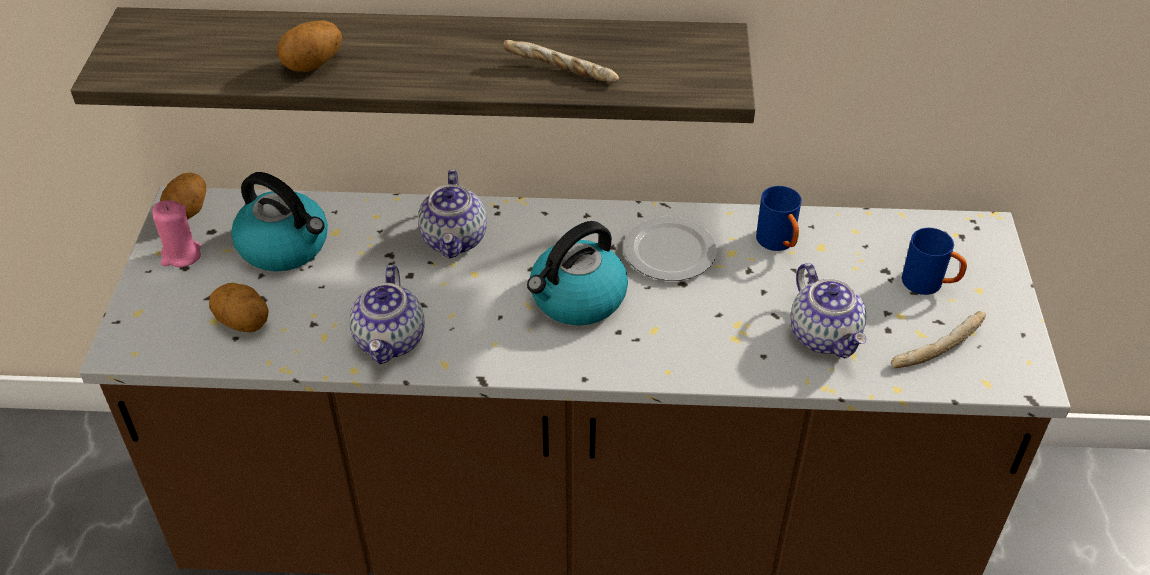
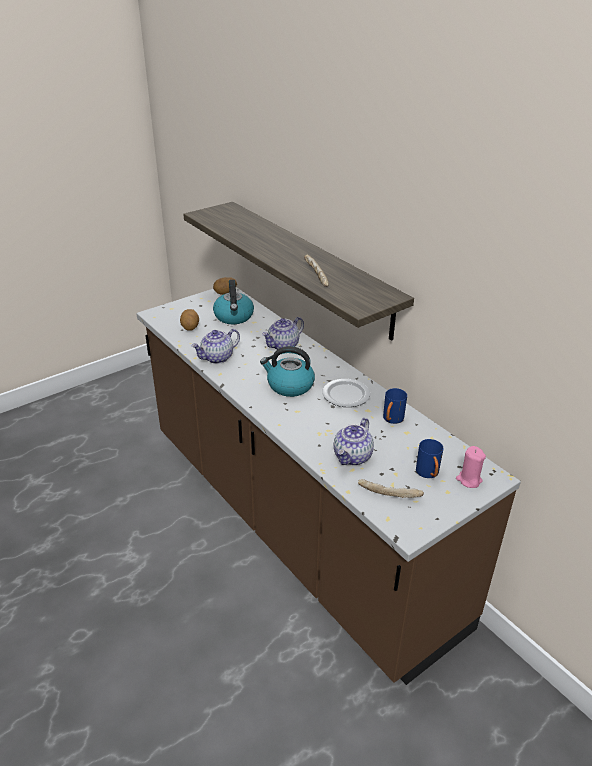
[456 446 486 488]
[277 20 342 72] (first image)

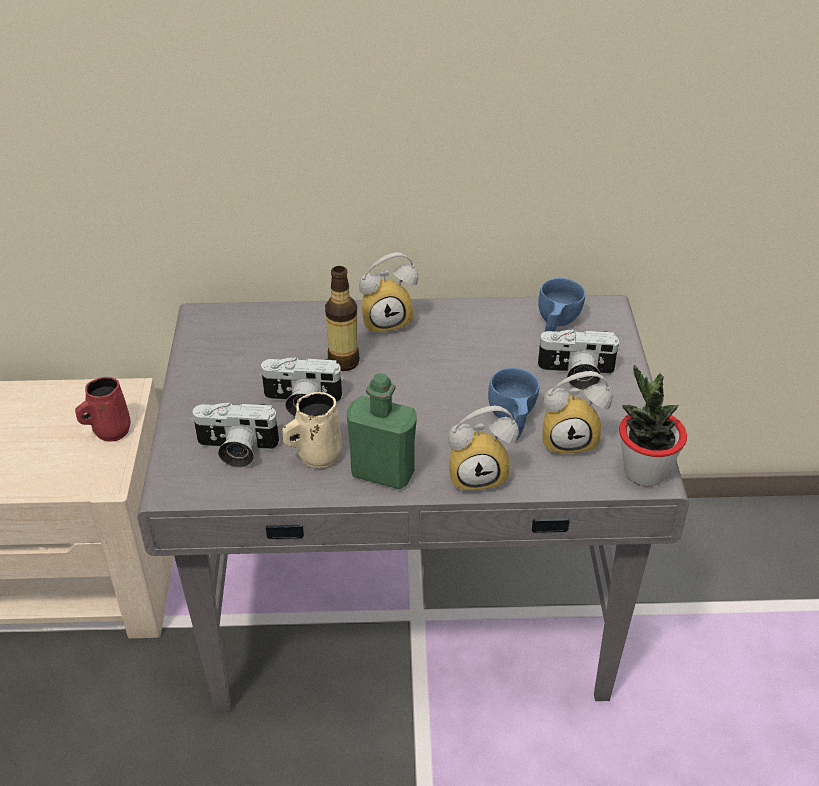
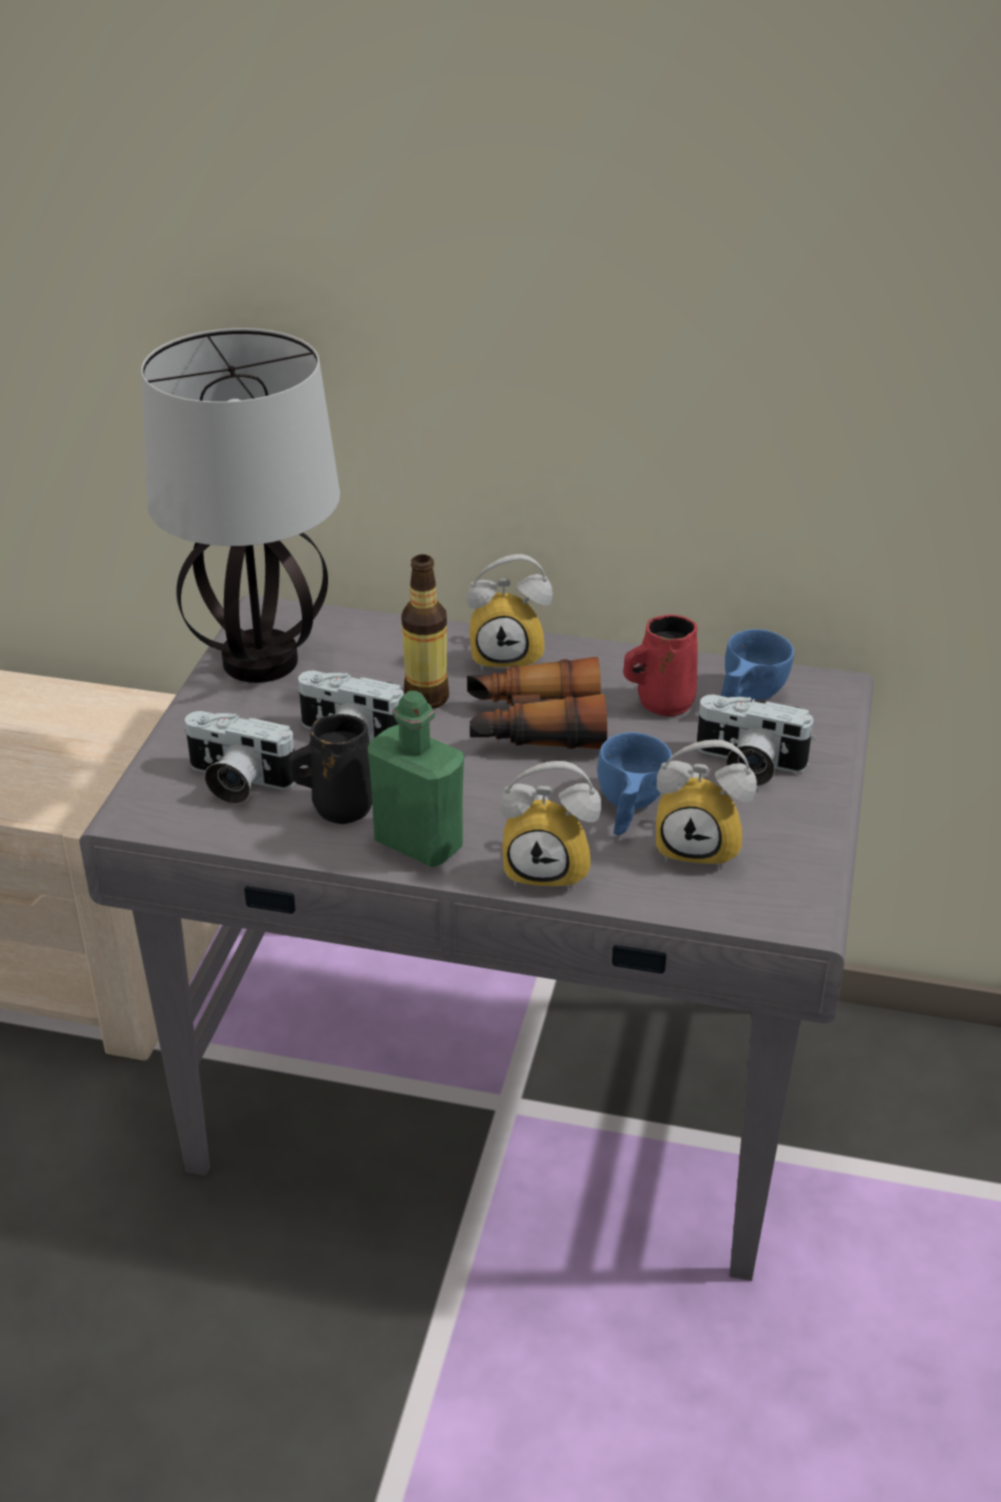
[623 615 698 717]
[289 714 372 824]
[619 365 687 487] (first image)
[141 328 340 683]
[467 657 607 749]

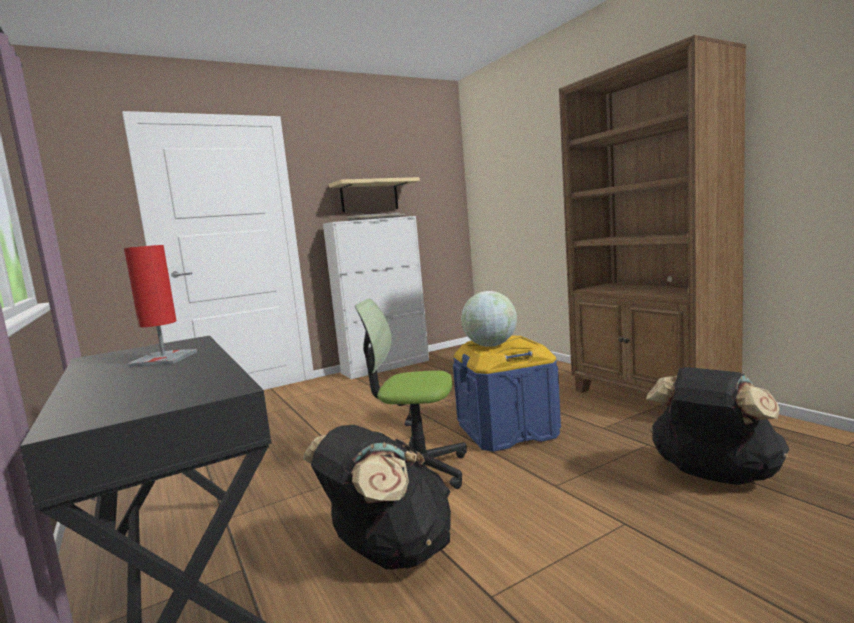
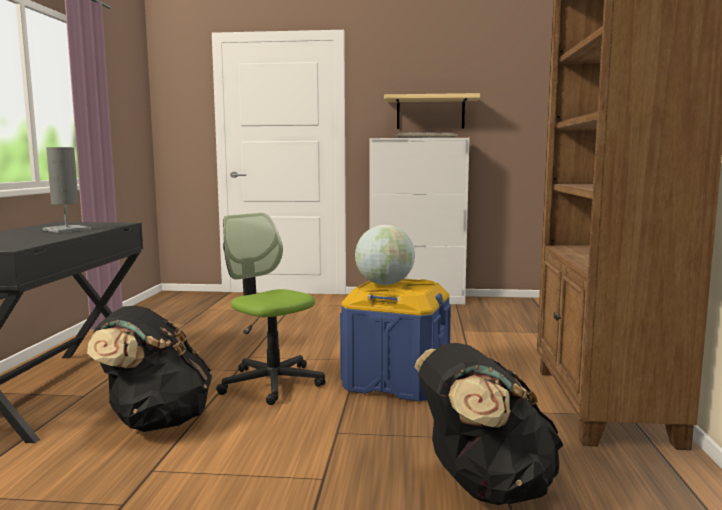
[43 147 91 233]

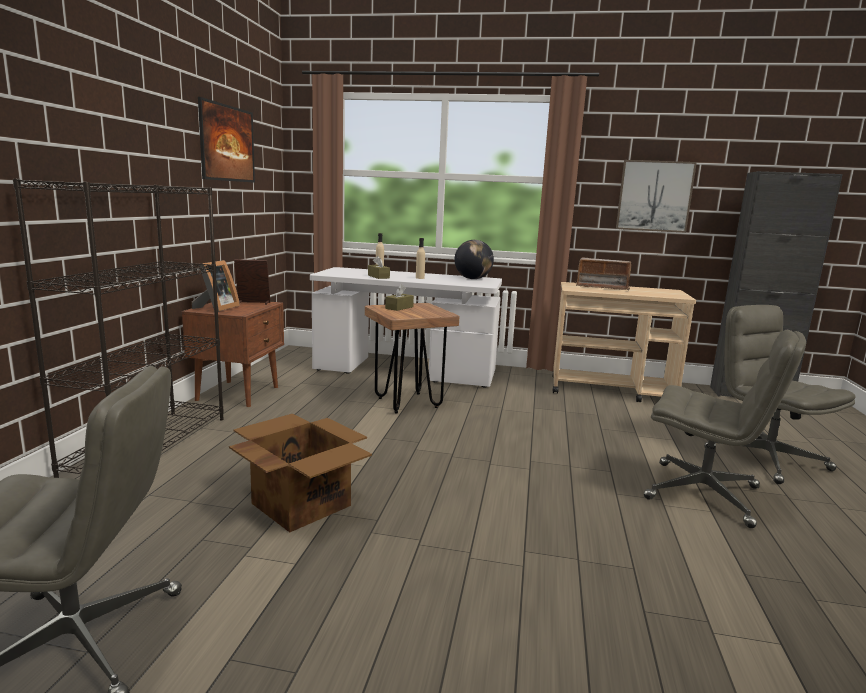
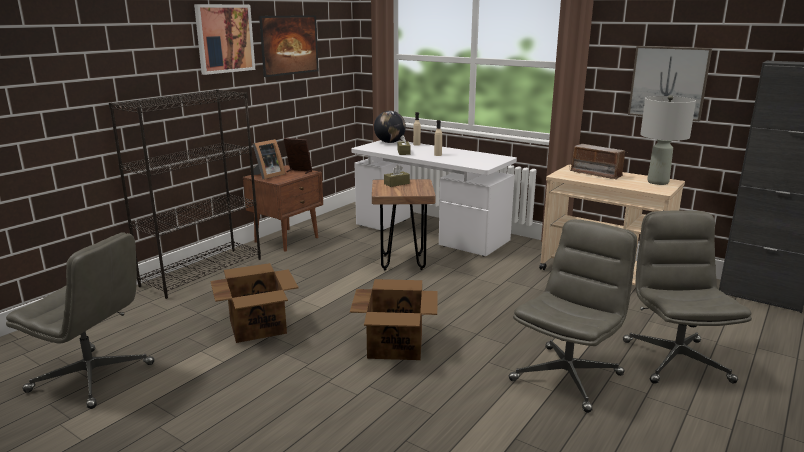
[374 111 406 143]
[509 219 637 413]
[194 4 255 75]
[350 279 437 360]
[640 95 696 185]

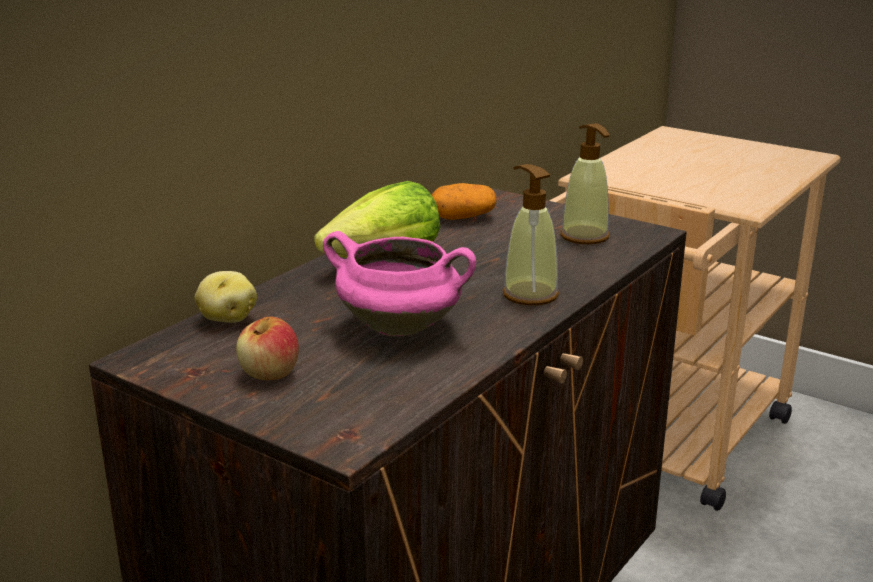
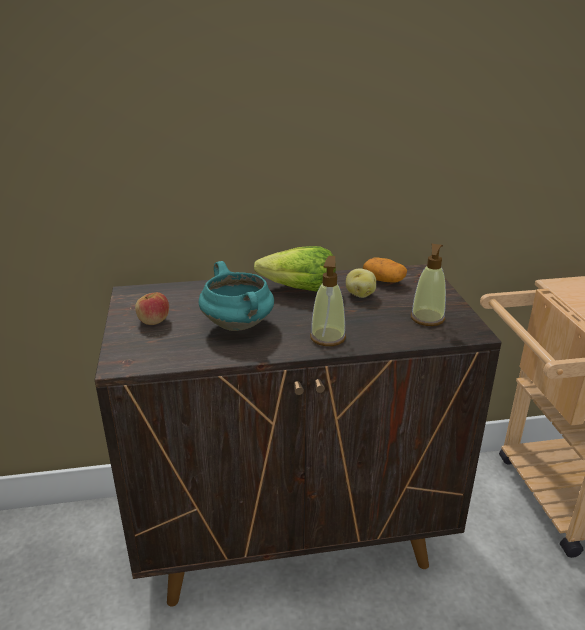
[346 269 376 298]
[199 261 274 331]

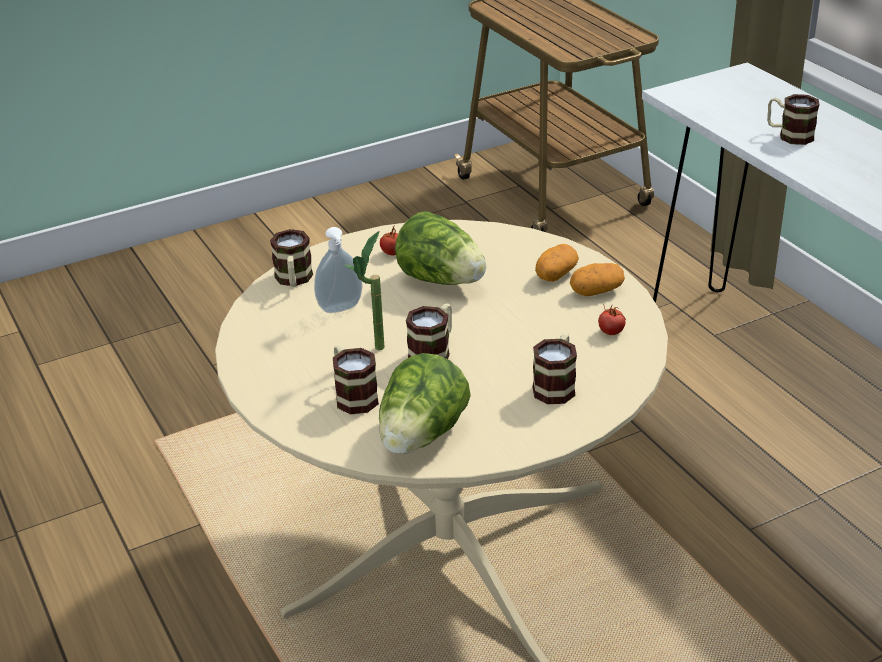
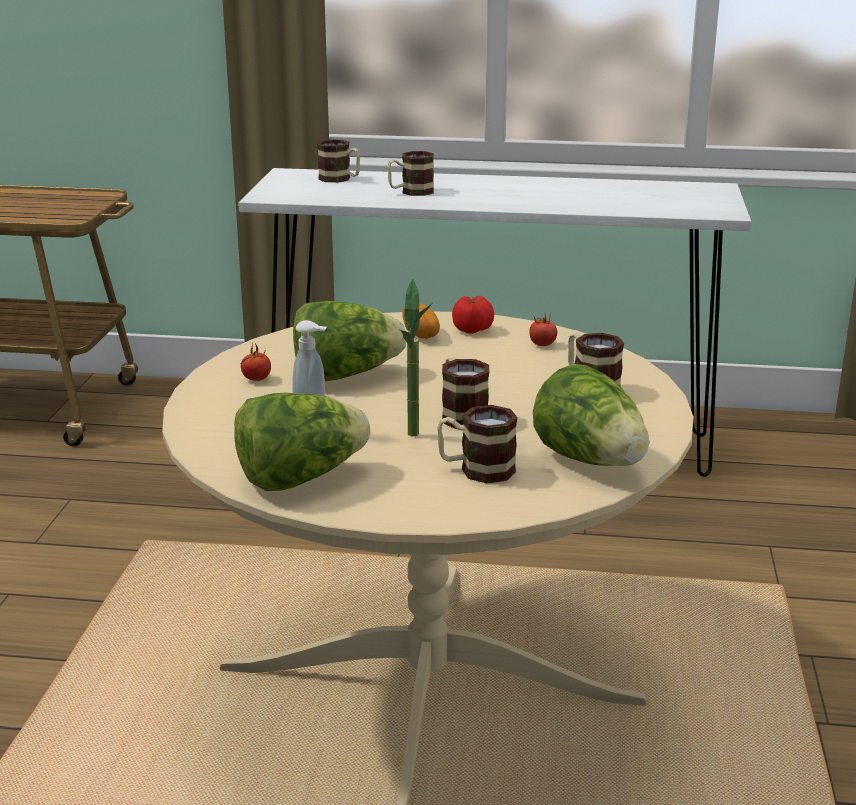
[317 139 360 183]
[452 296 494 334]
[234 393 370 491]

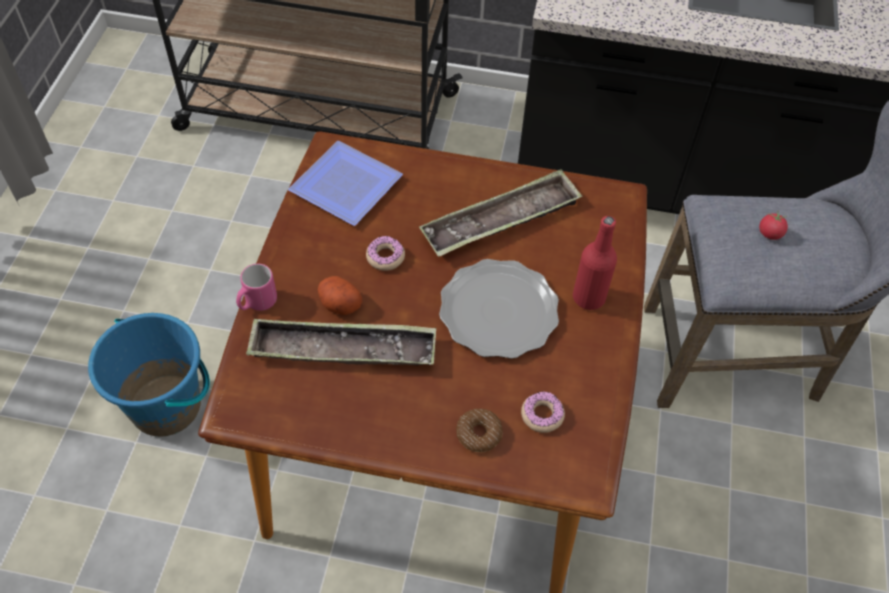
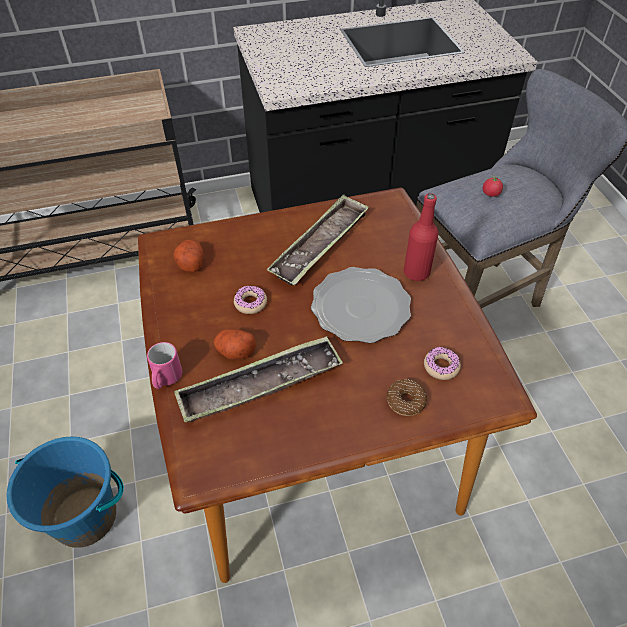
[174 240 203 272]

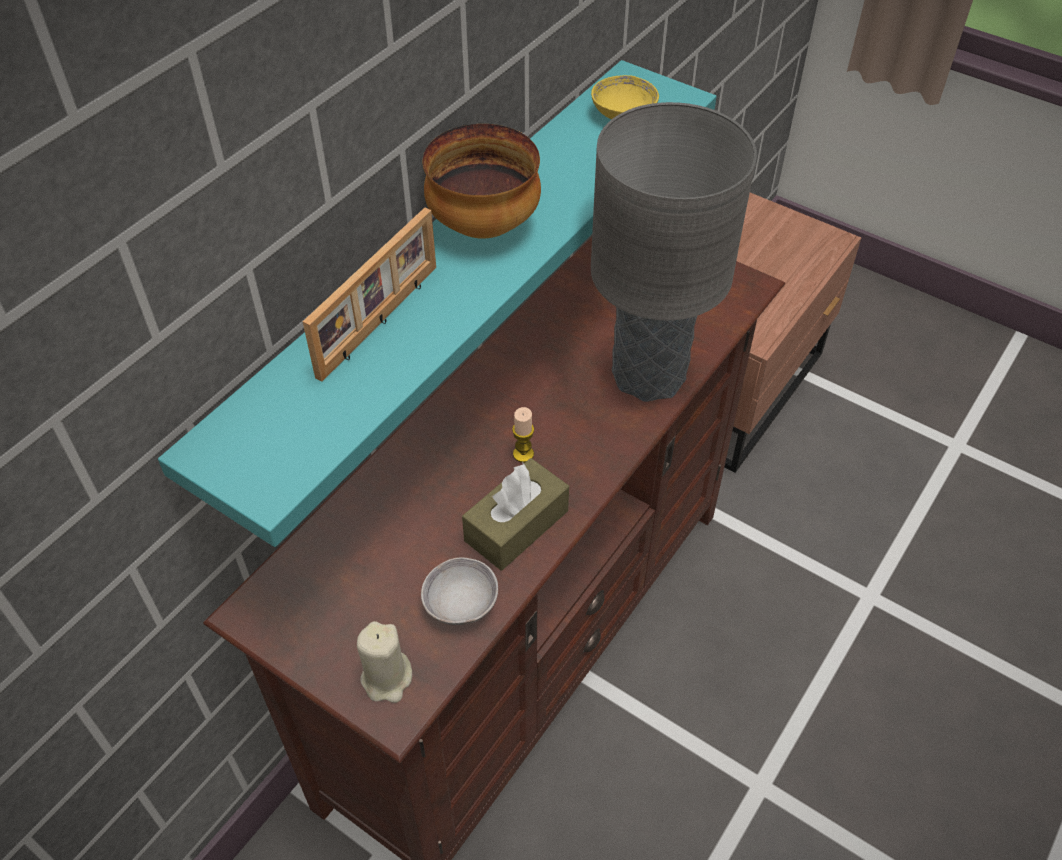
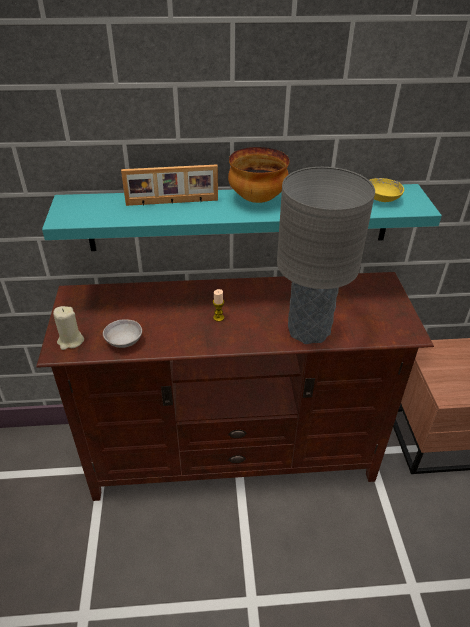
[462 458 569 570] (first image)

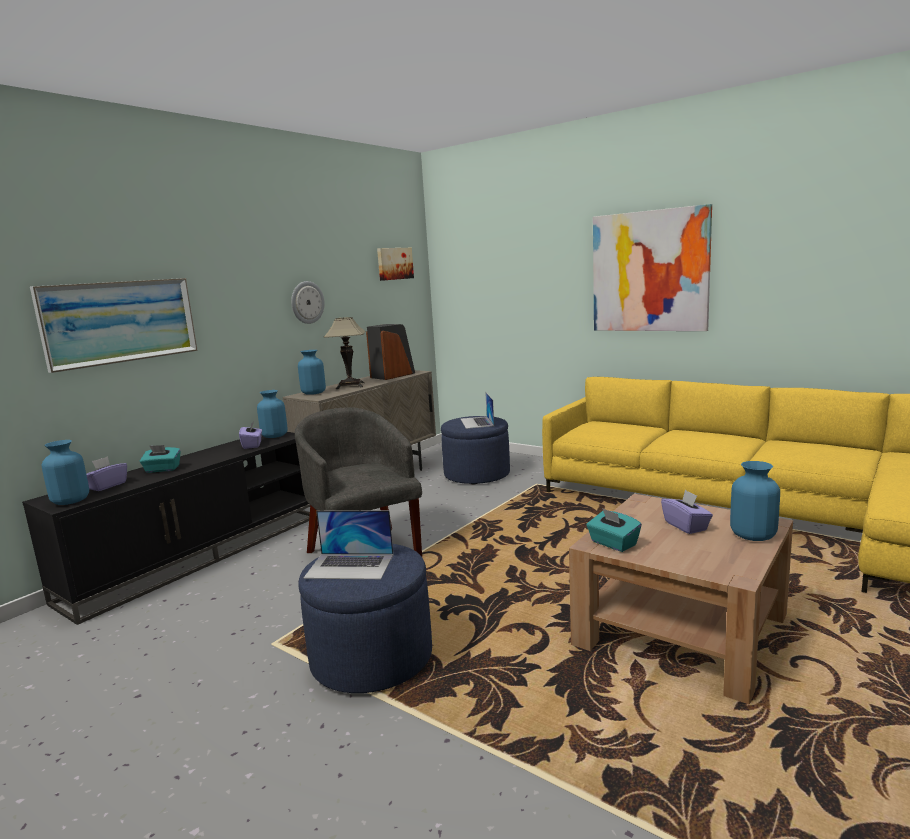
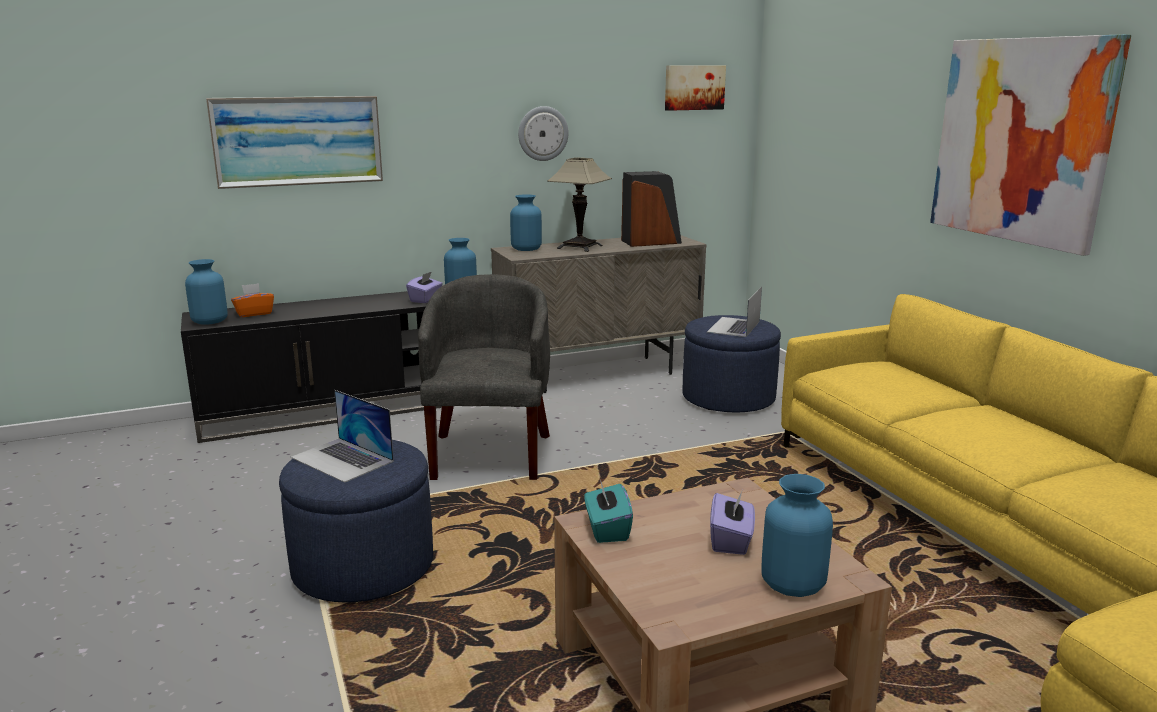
[231 283 274 317]
[140 445 181 473] (first image)

